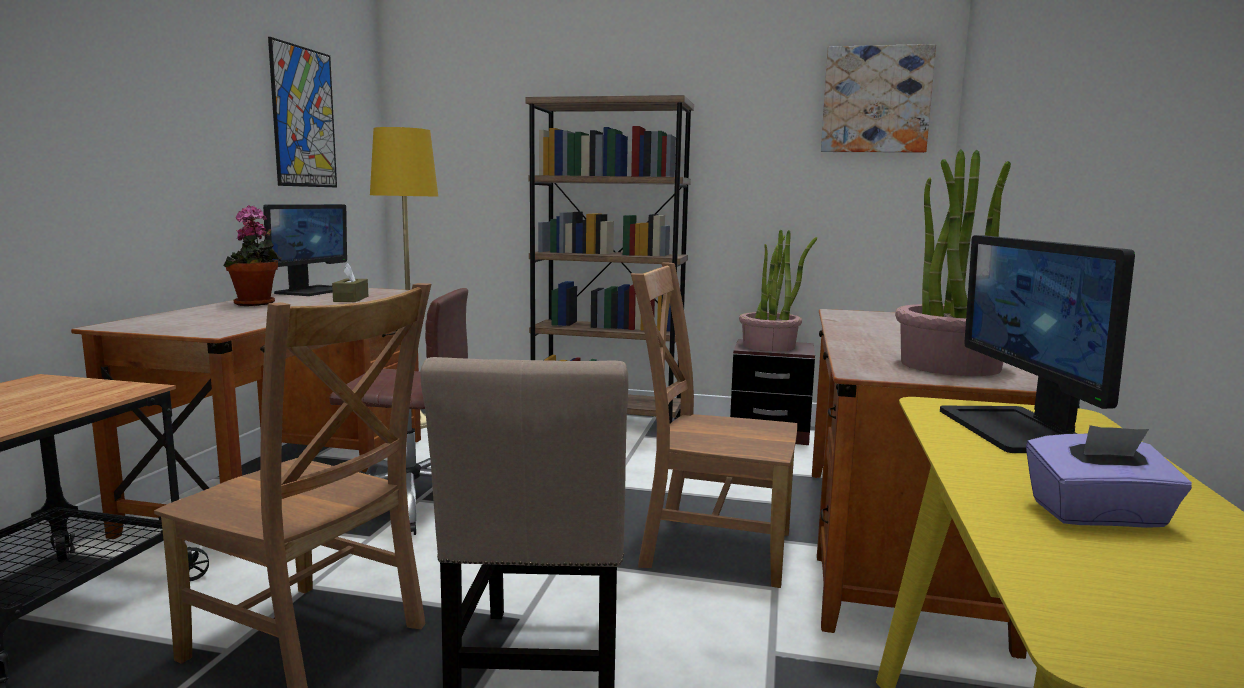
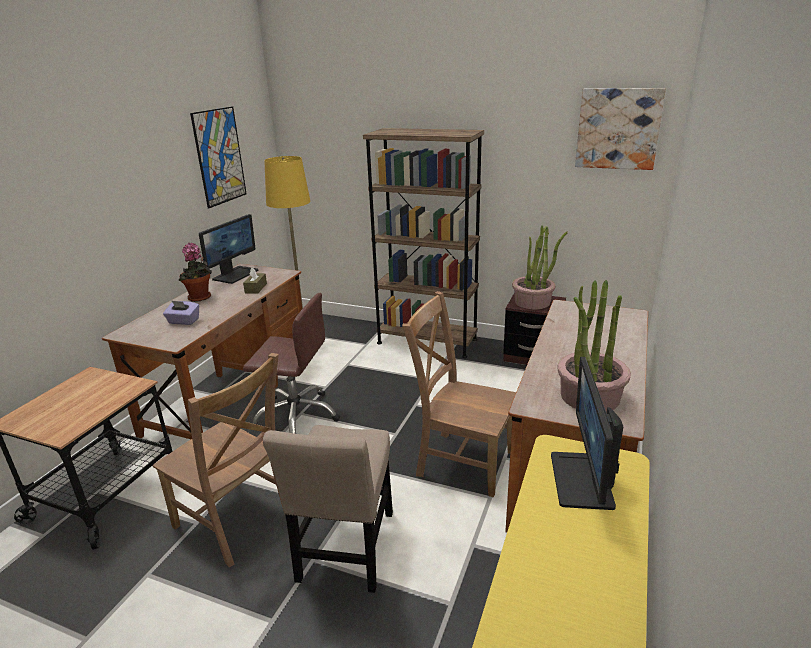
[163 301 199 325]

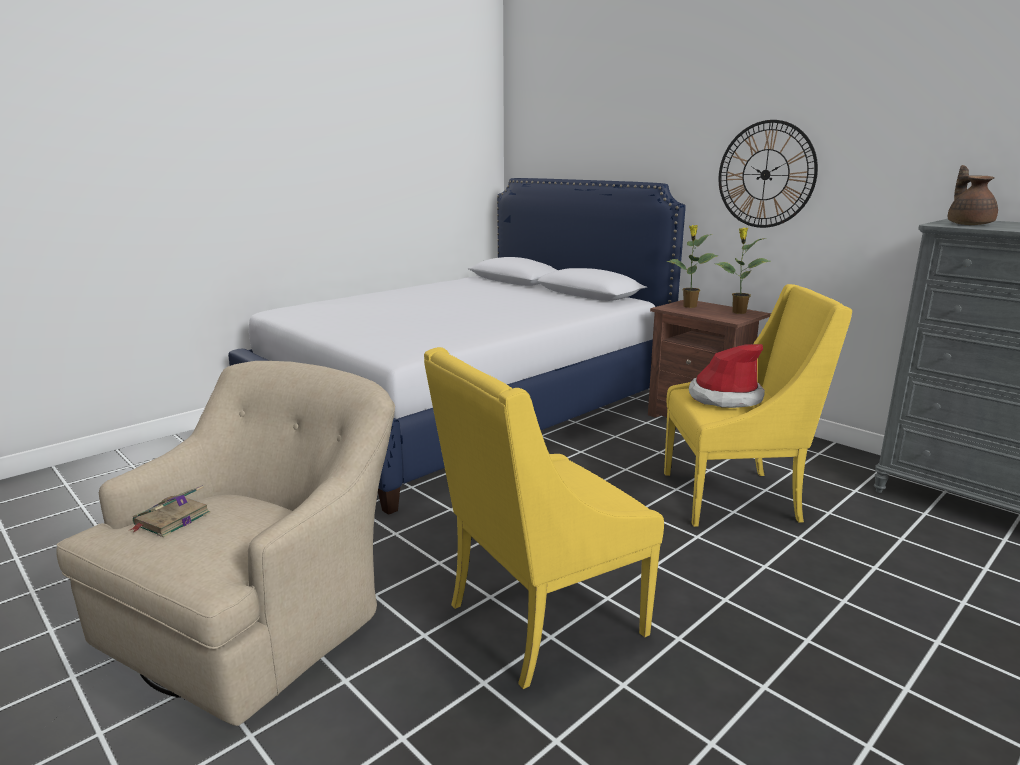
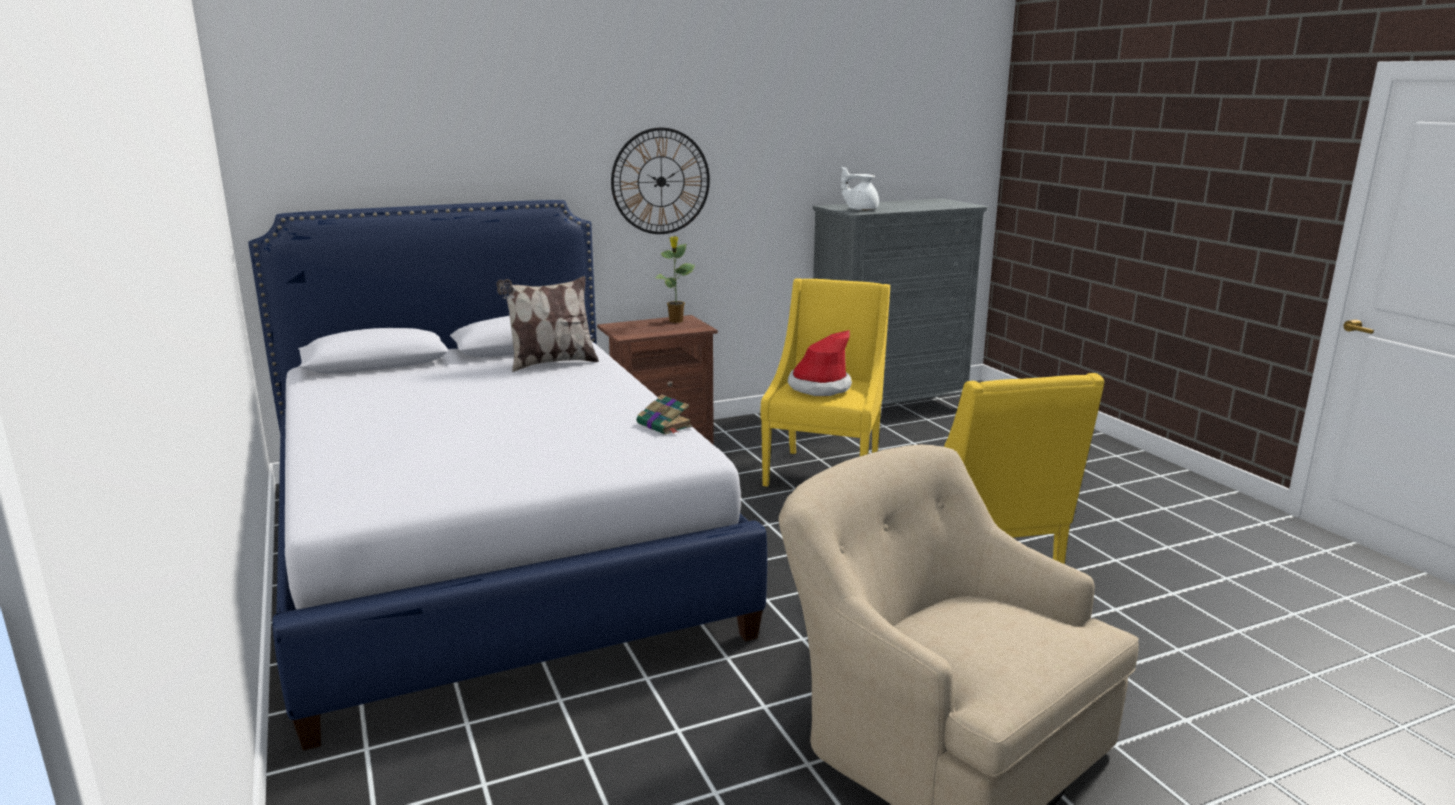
[637 394 692 435]
[666 225 718 308] (first image)
[841 166 879 211]
[496 276 599 372]

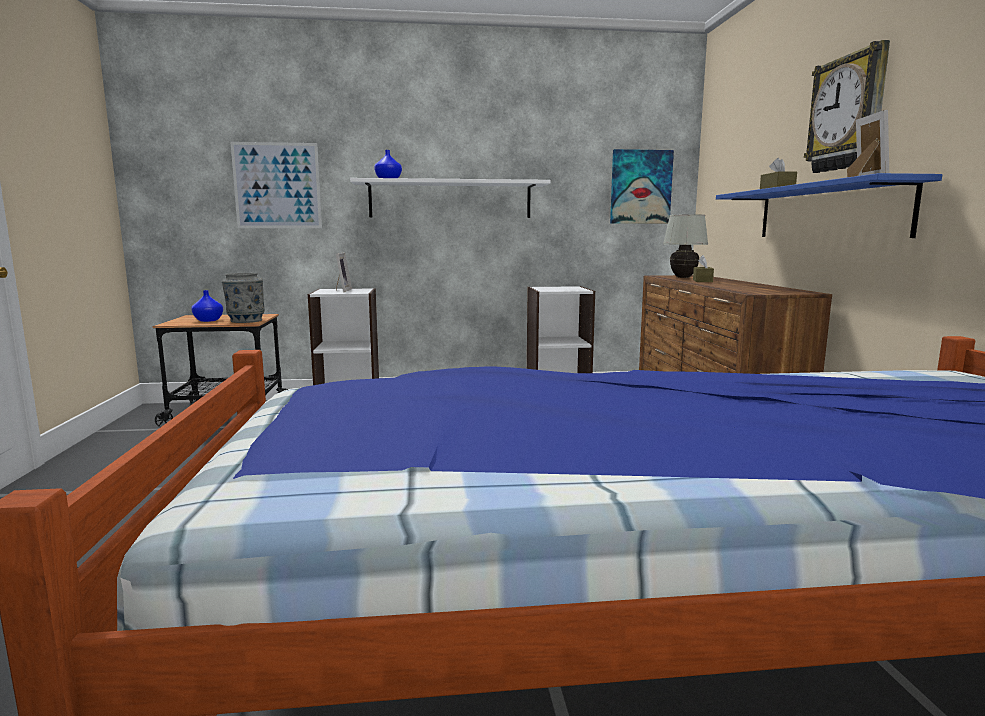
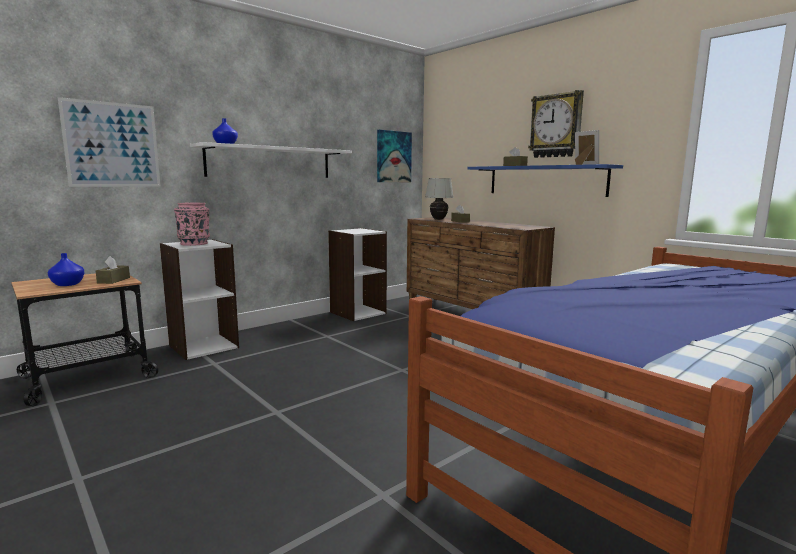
[96 256 130 284]
[174 202 210 246]

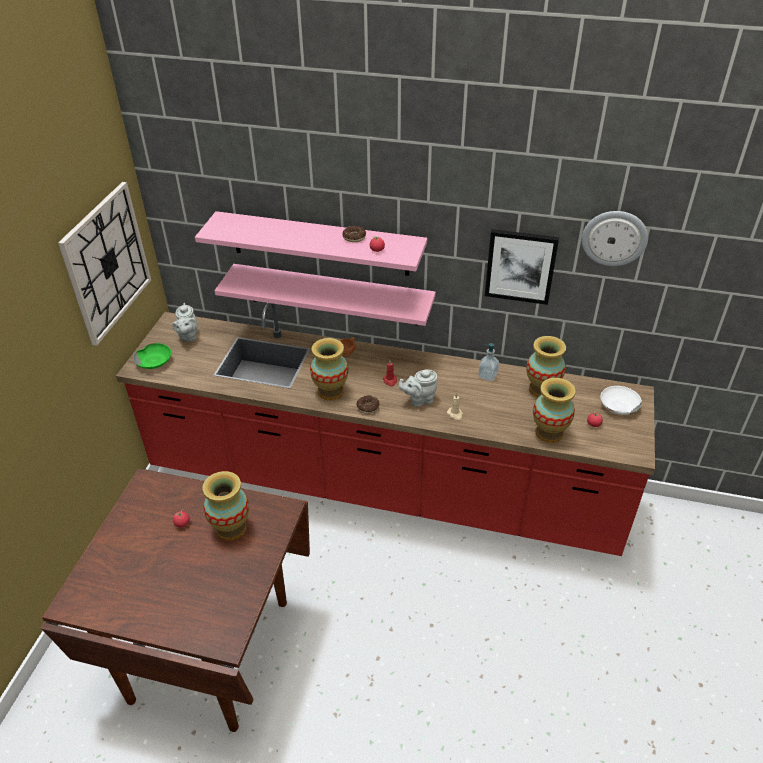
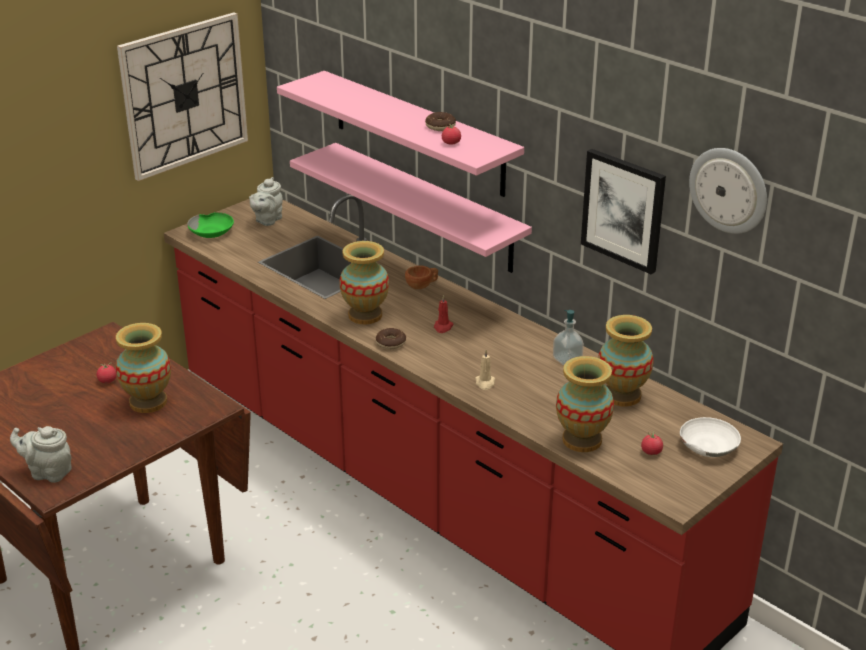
[10 426 72 483]

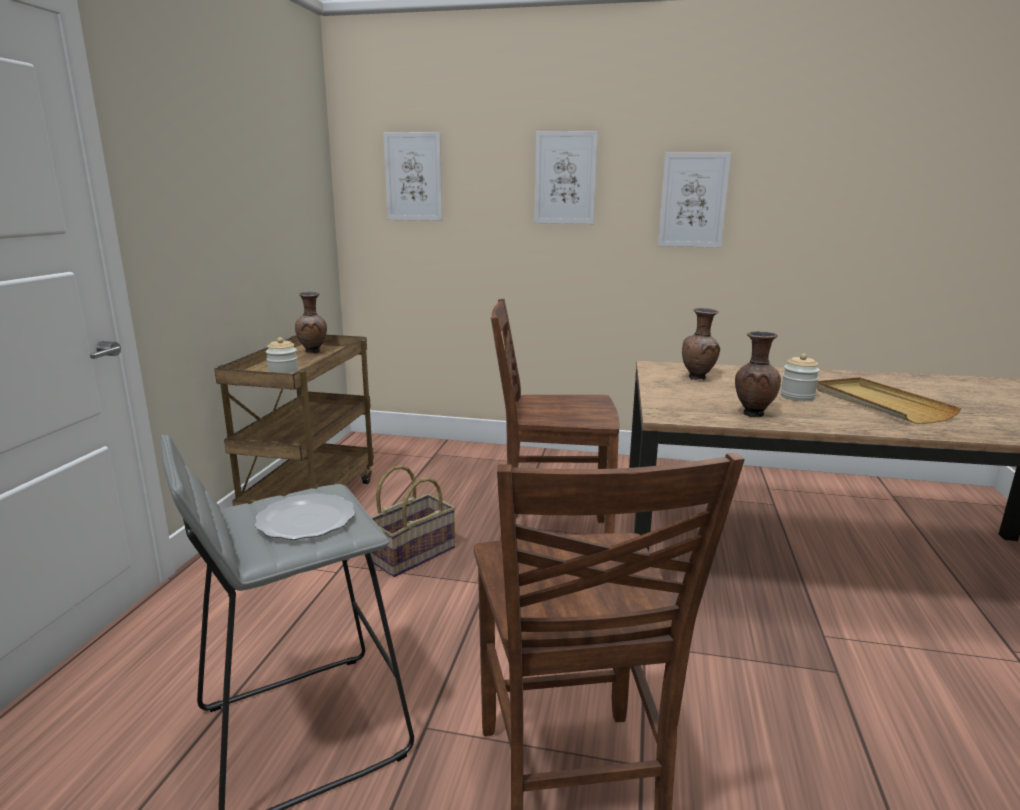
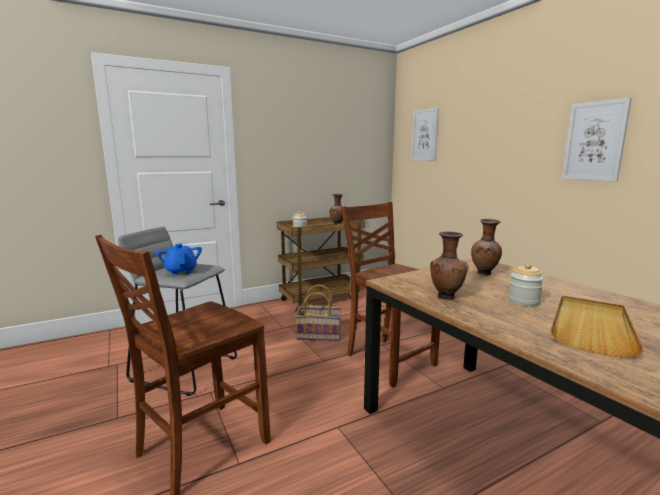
[156 244 202 275]
[534 131 598 224] (first image)

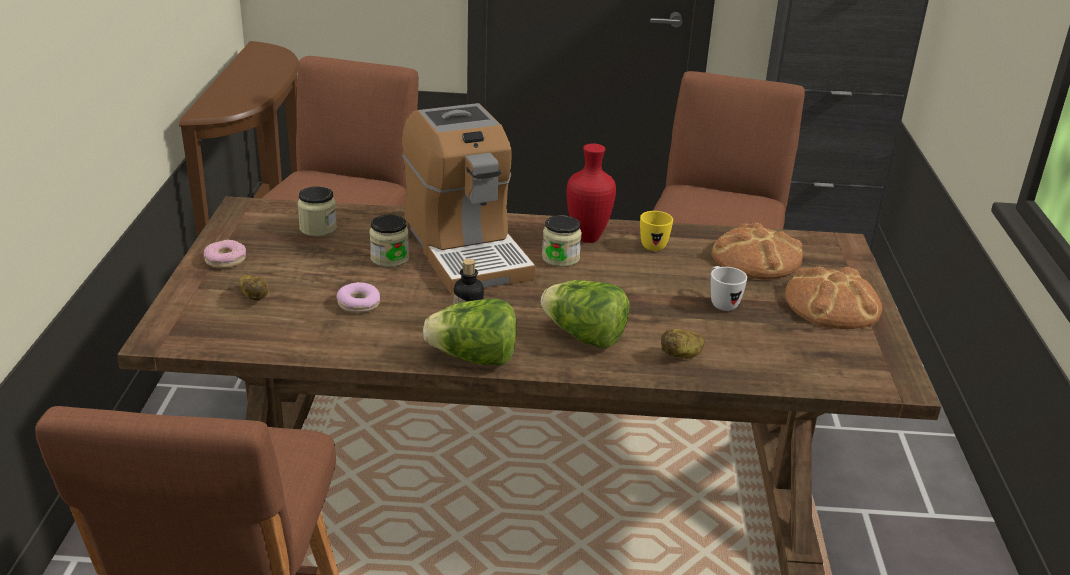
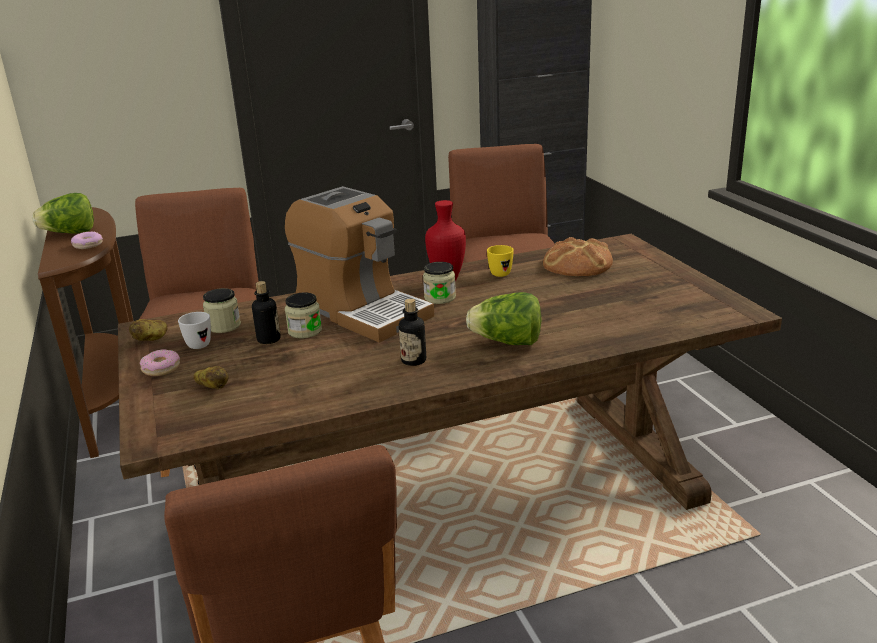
[71 232 103 249]
[32 193 94 234]
[129 319 167 341]
[178 312 211 349]
[785 266 882 329] (first image)
[252 281 281 344]

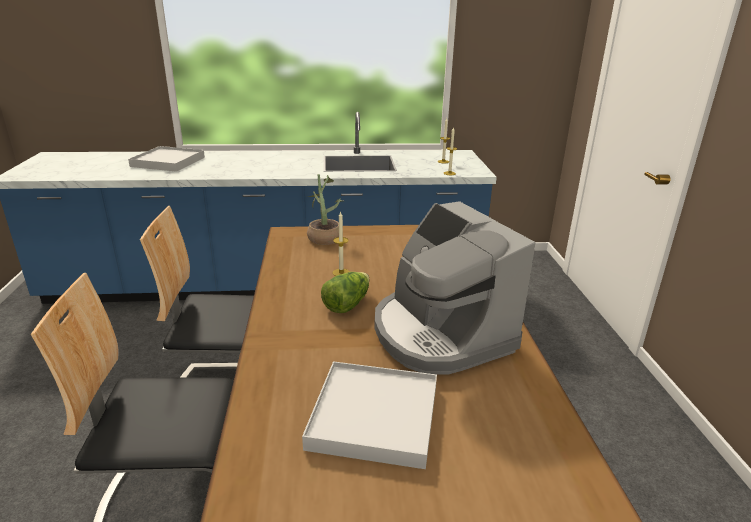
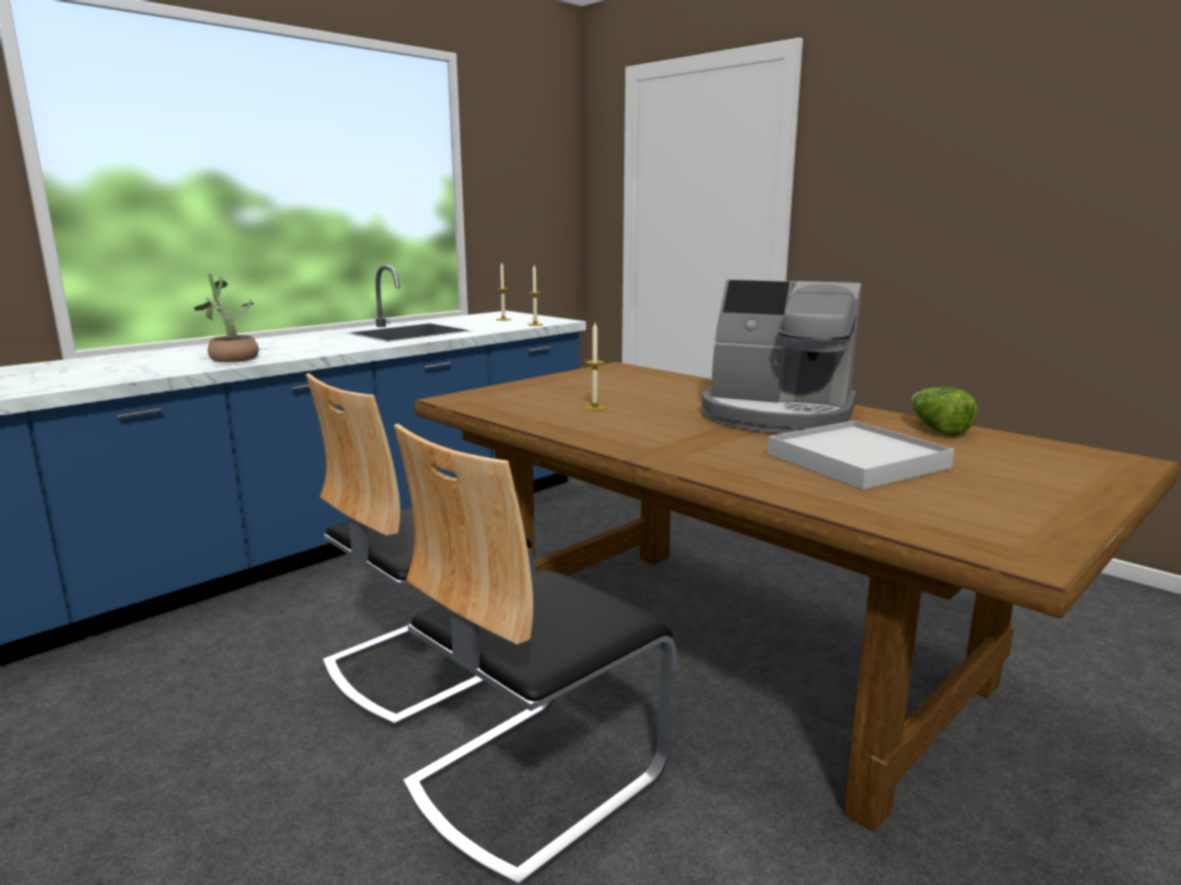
[128 146 205 172] (first image)
[194 274 259 362]
[912 387 977 436]

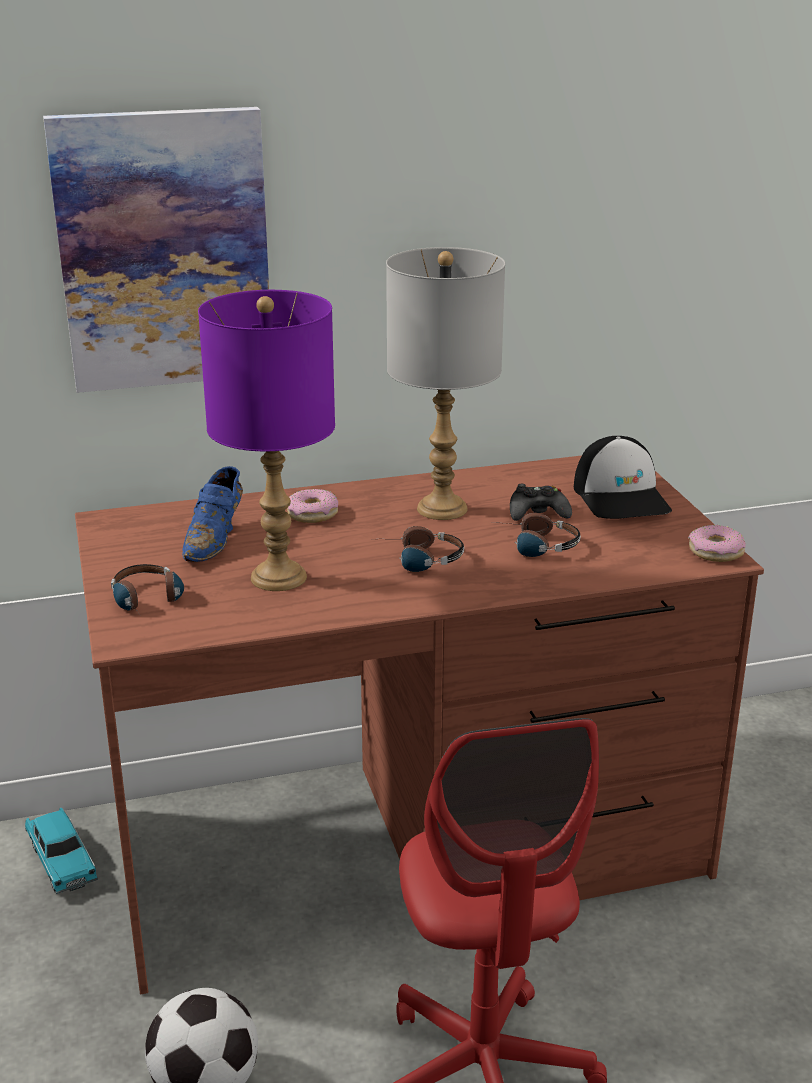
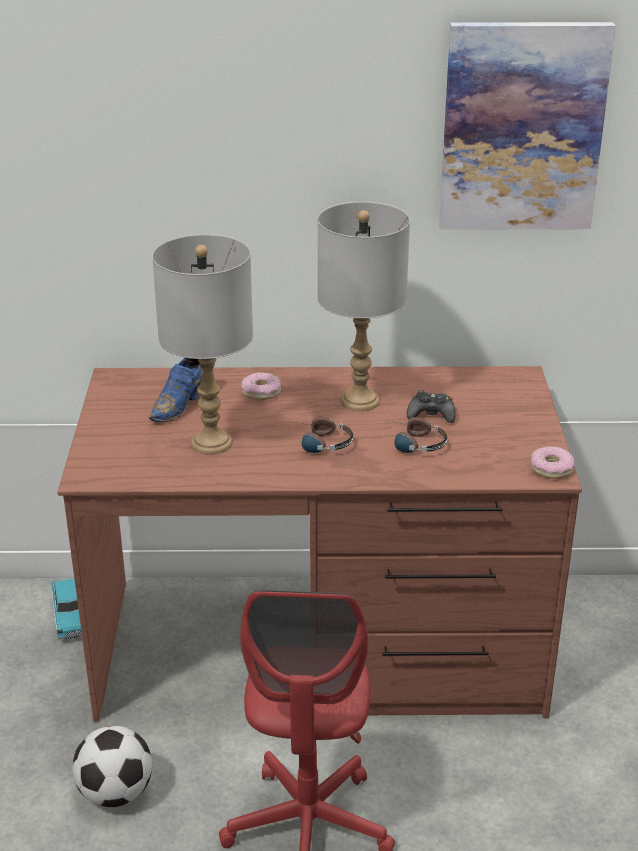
[439 22 616 230]
[111 564 184 615] (first image)
[152 234 253 454]
[574 436 672 519] (first image)

